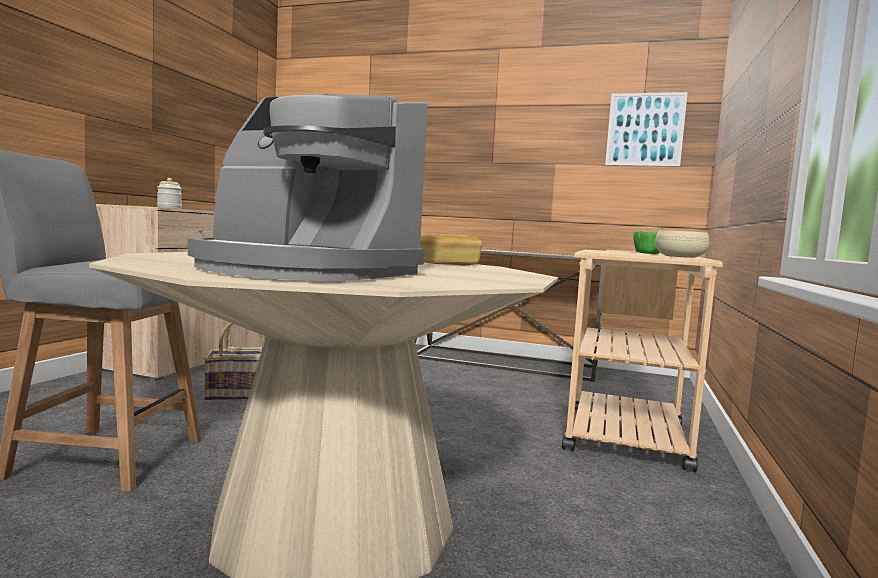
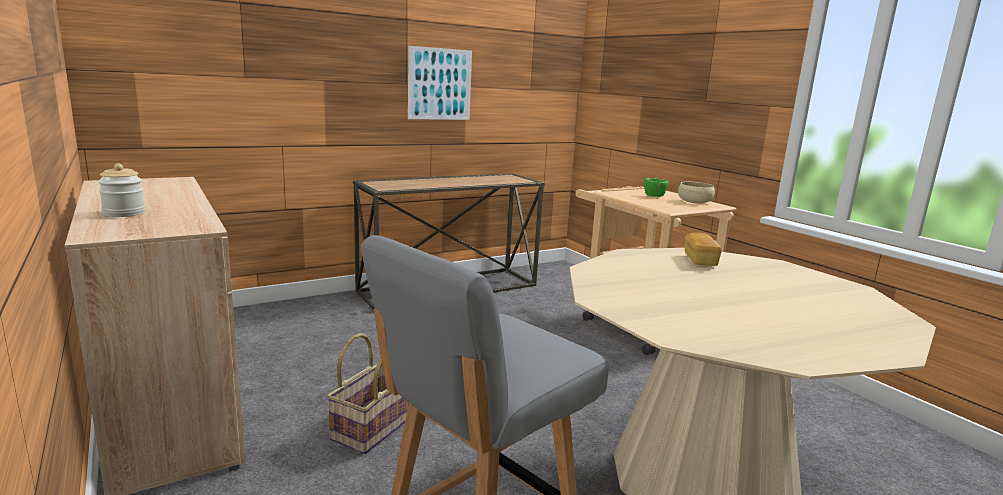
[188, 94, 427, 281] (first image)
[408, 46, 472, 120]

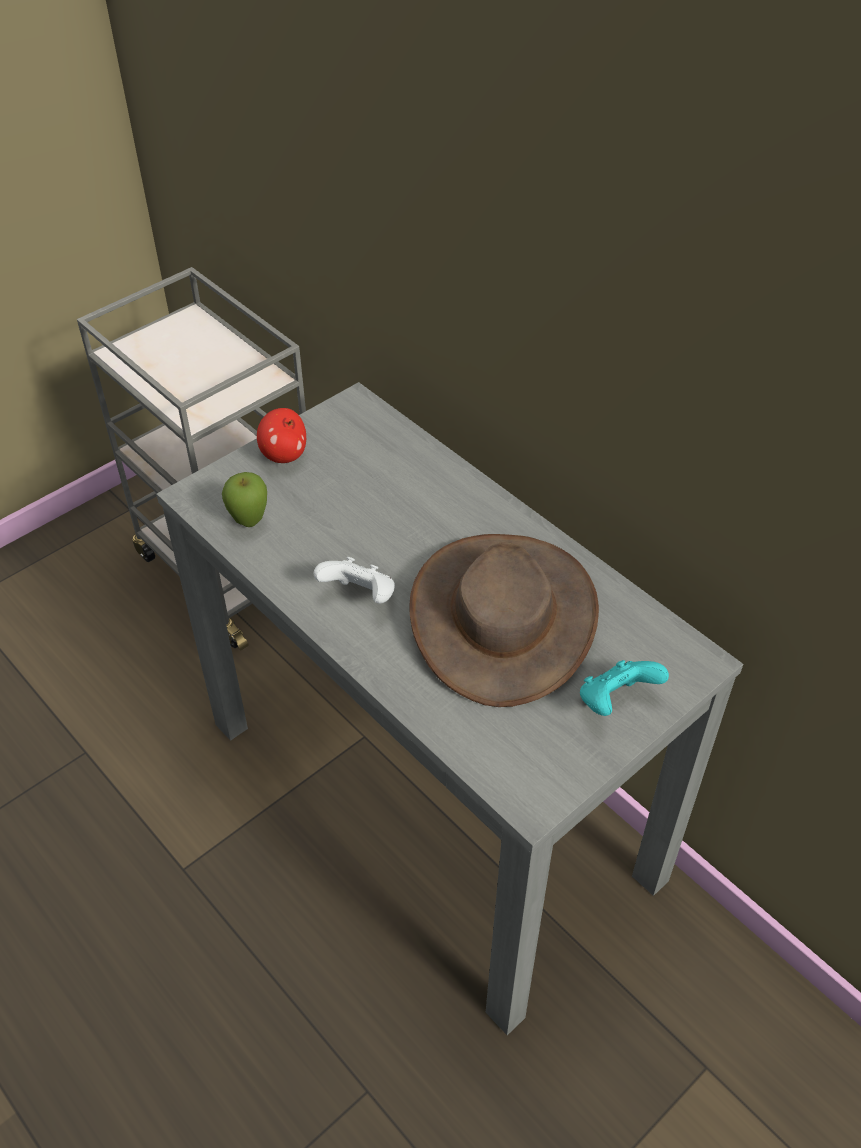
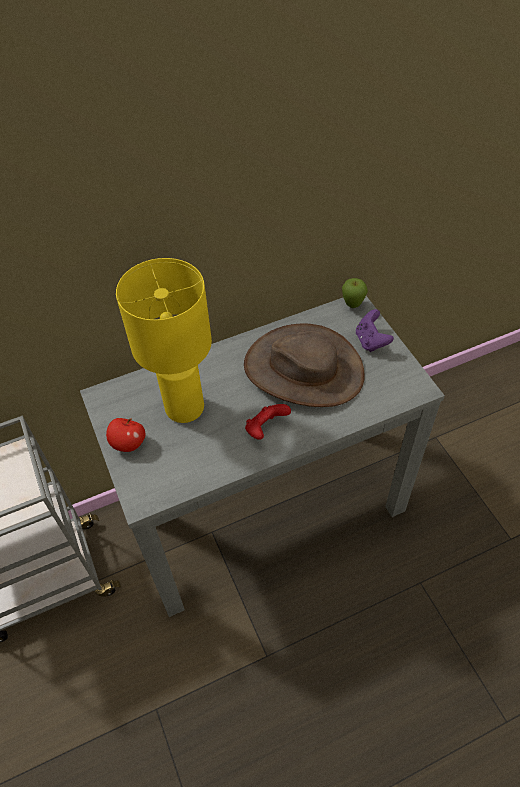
[116, 258, 212, 423]
[342, 278, 368, 308]
[245, 404, 291, 440]
[356, 309, 394, 352]

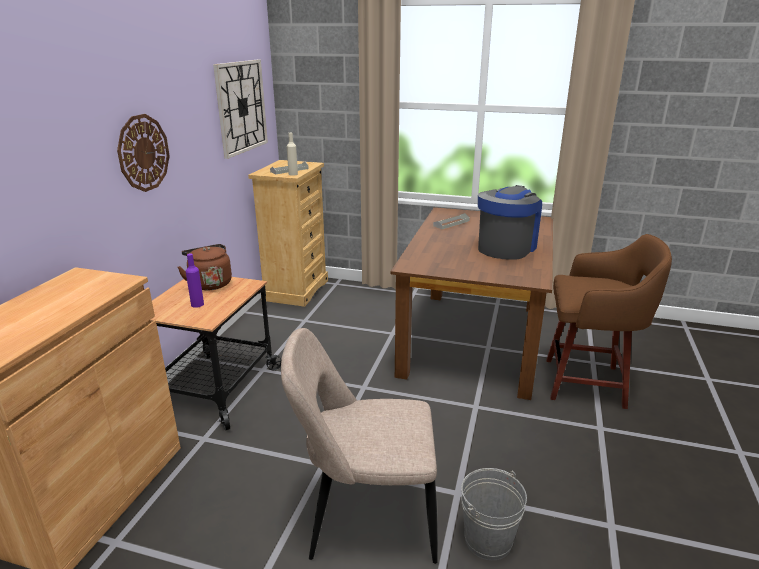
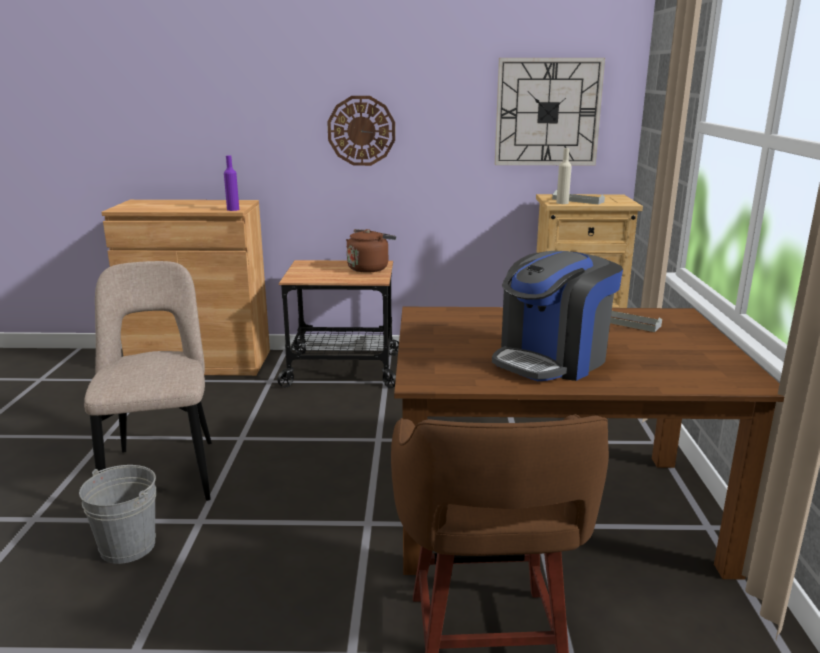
[224, 155, 239, 211]
[492, 251, 623, 381]

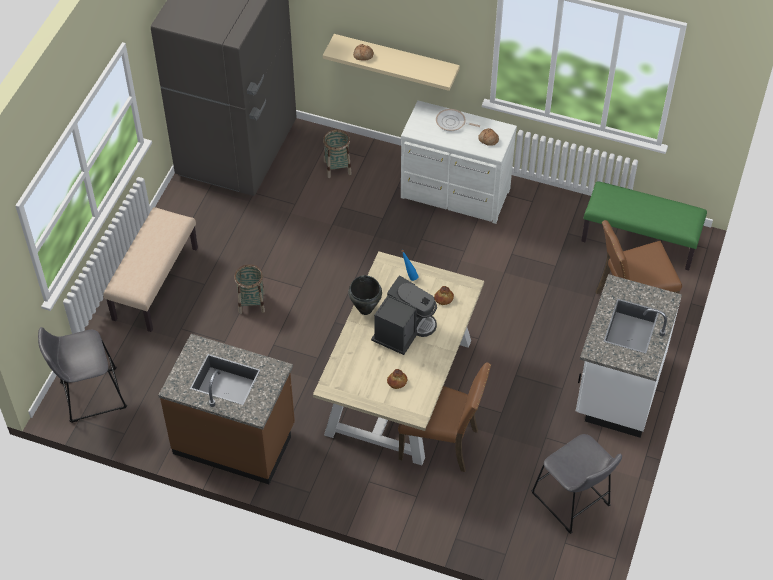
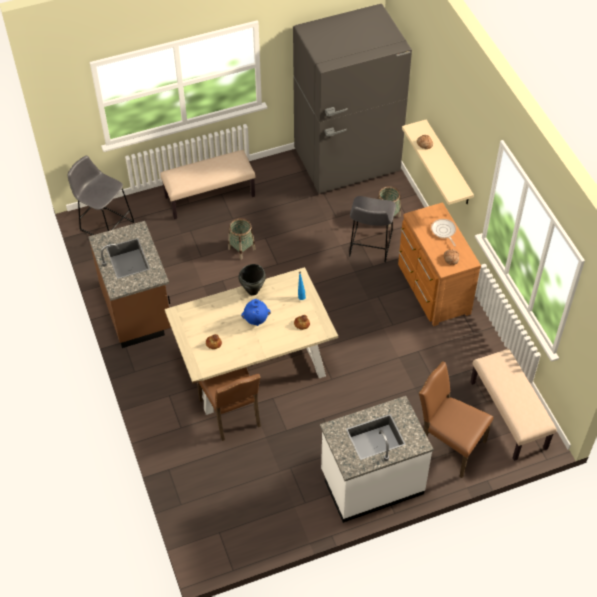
[349, 196, 396, 262]
[241, 299, 271, 326]
[398, 202, 481, 326]
[471, 349, 556, 461]

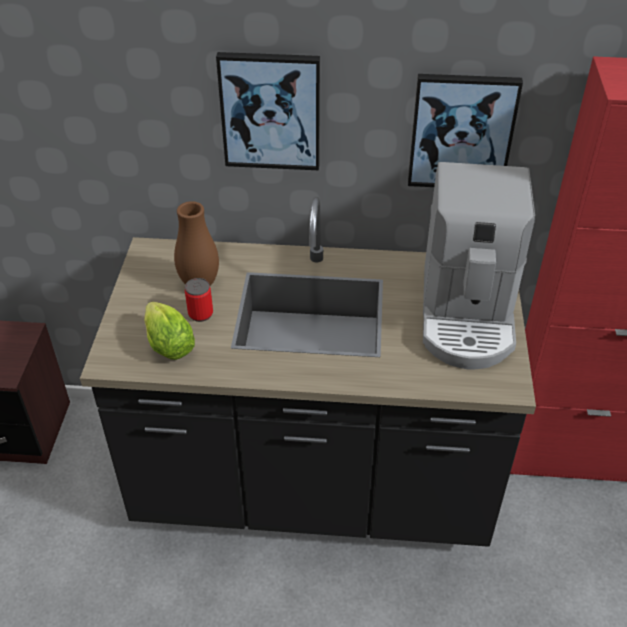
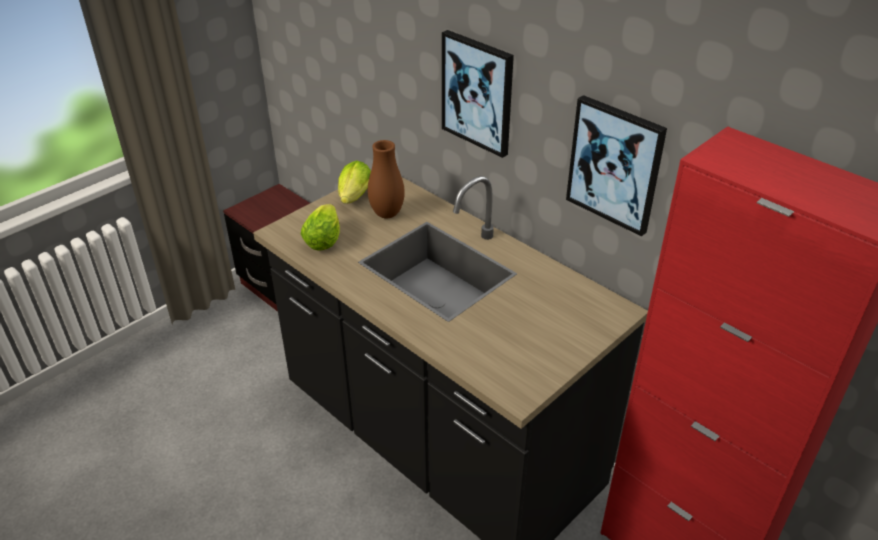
[185, 278, 213, 322] (first image)
[423, 162, 535, 369] (first image)
[338, 161, 371, 204]

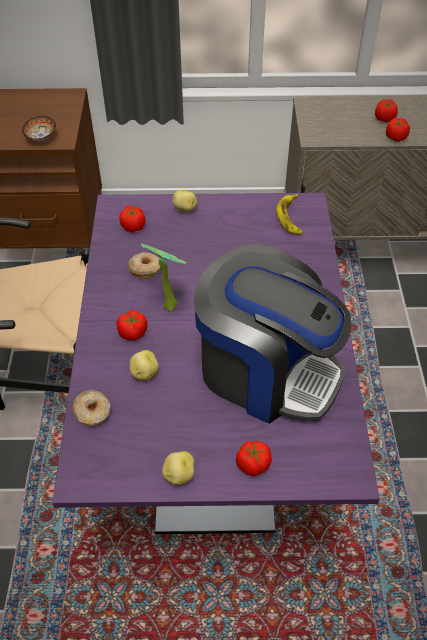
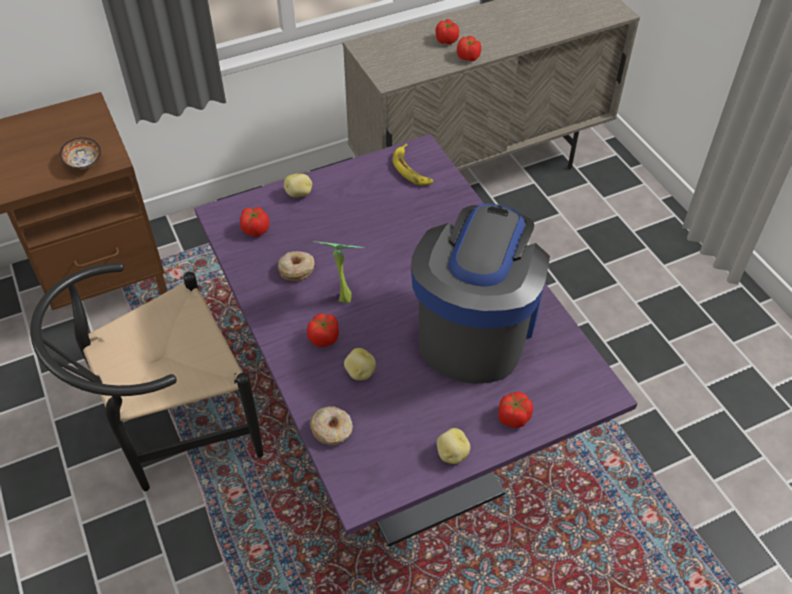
[411, 204, 550, 384]

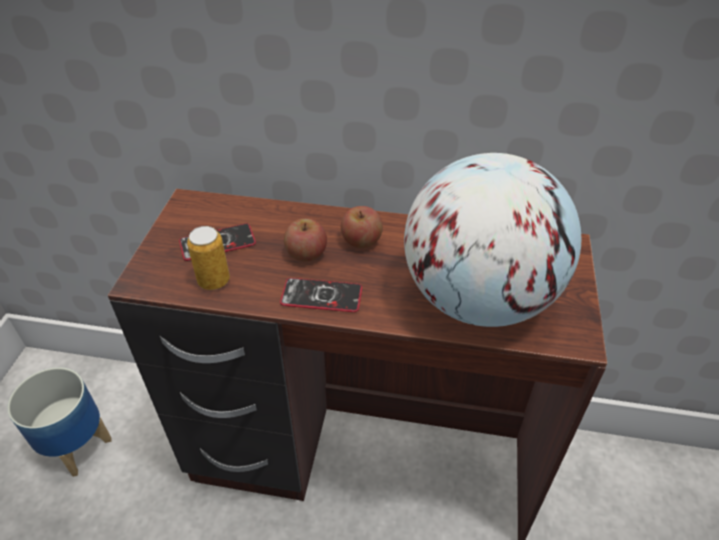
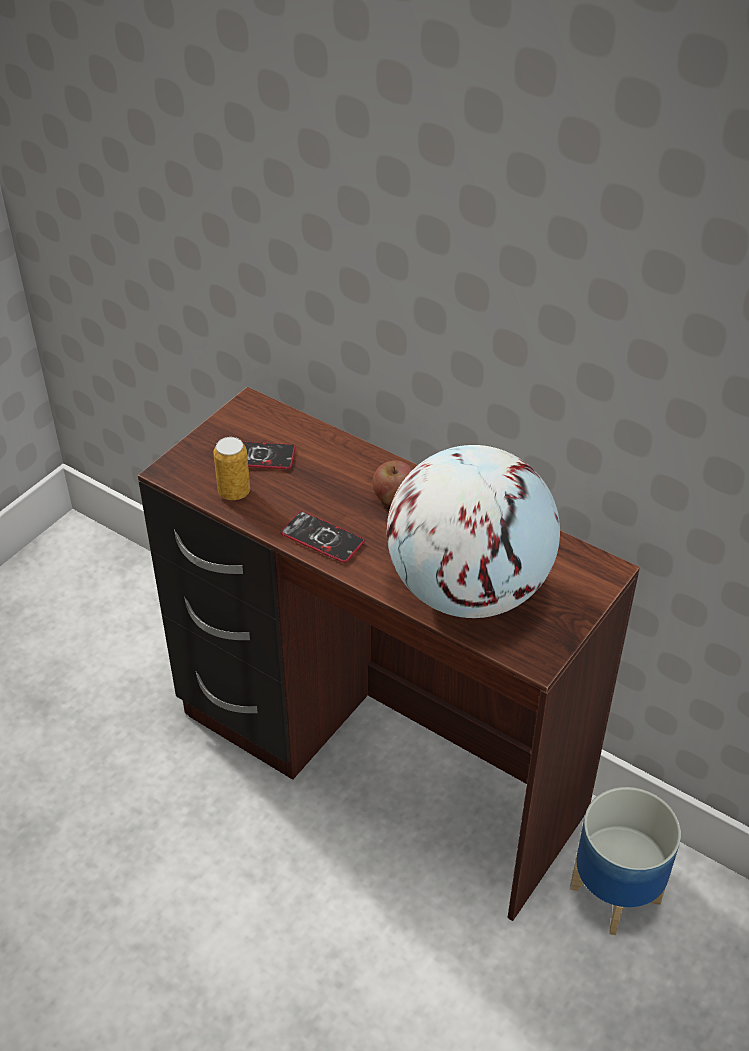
[284, 218, 327, 261] (first image)
[570, 787, 681, 935]

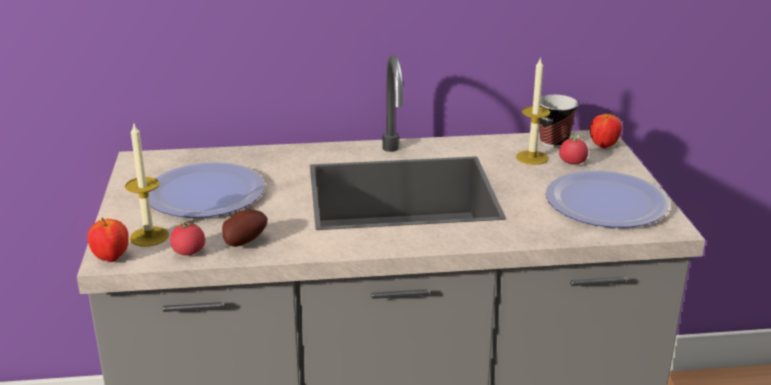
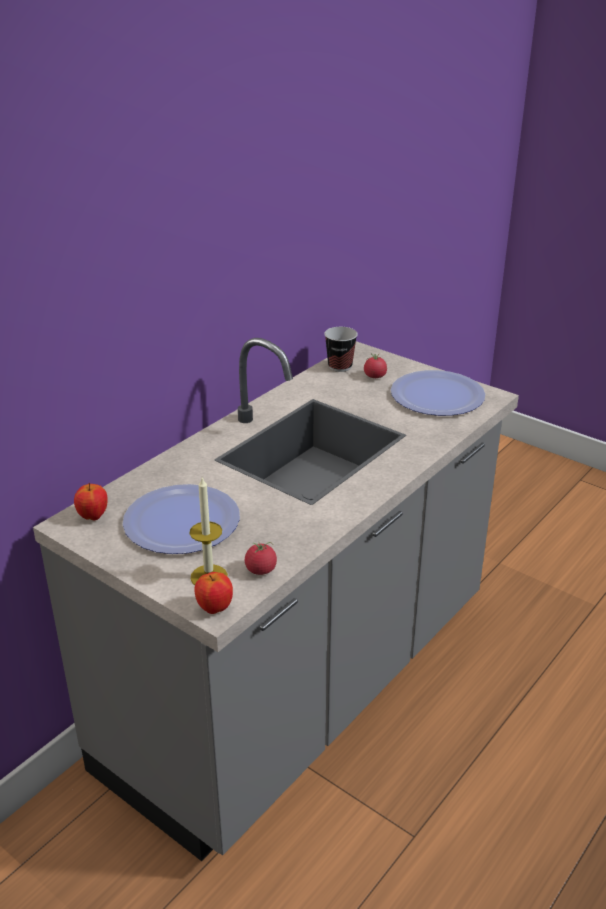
[222, 209, 267, 247] (first image)
[516, 59, 550, 165] (first image)
[74, 483, 108, 520]

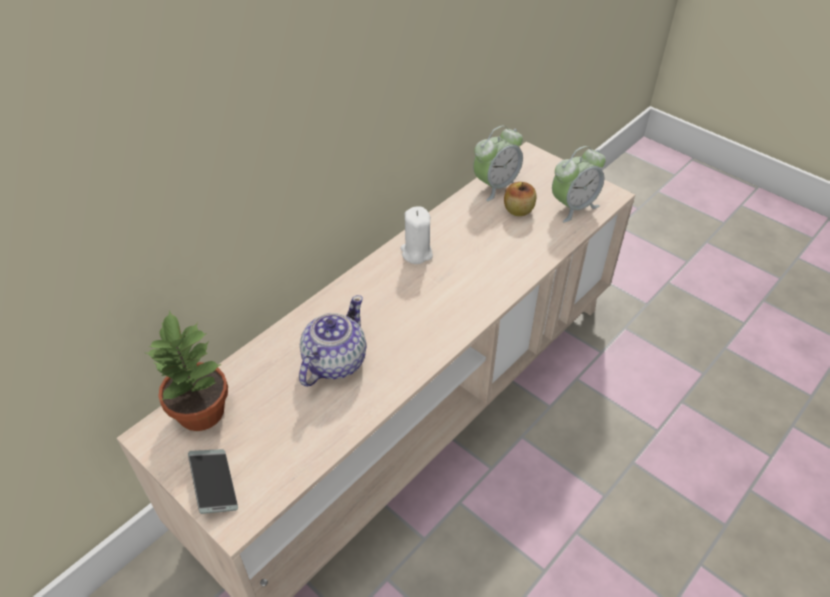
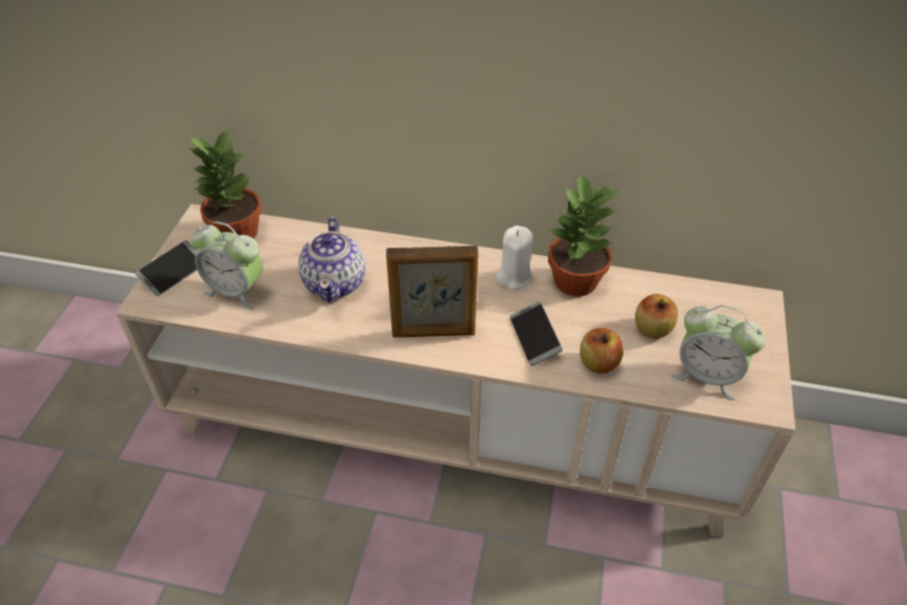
[386, 246, 478, 337]
[510, 301, 563, 366]
[548, 172, 618, 296]
[580, 328, 623, 373]
[191, 221, 263, 310]
[299, 217, 365, 303]

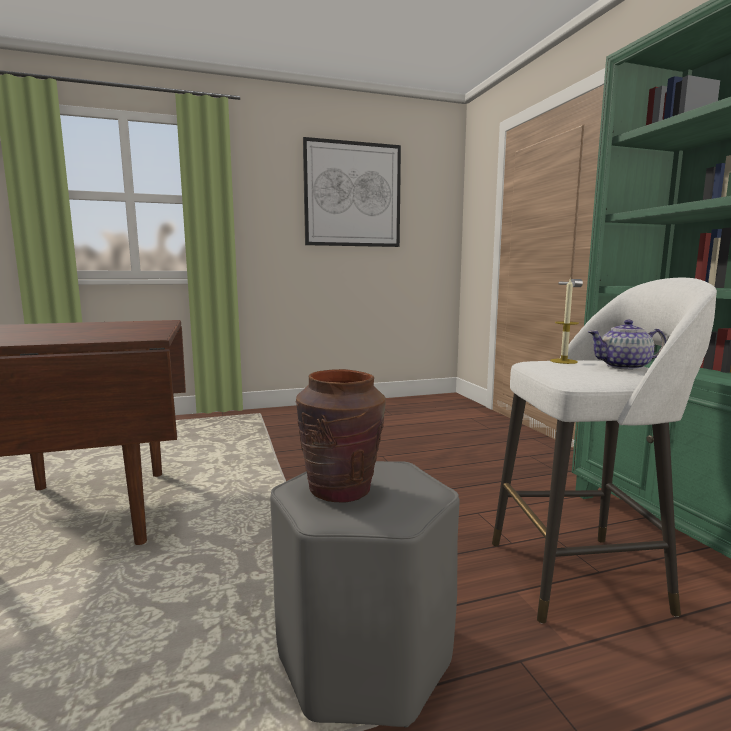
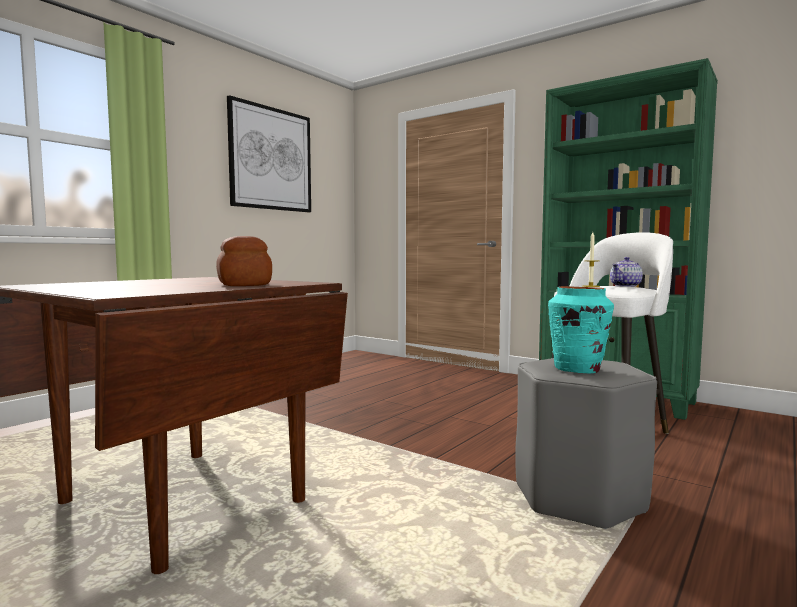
[216, 236, 272, 286]
[548, 286, 614, 373]

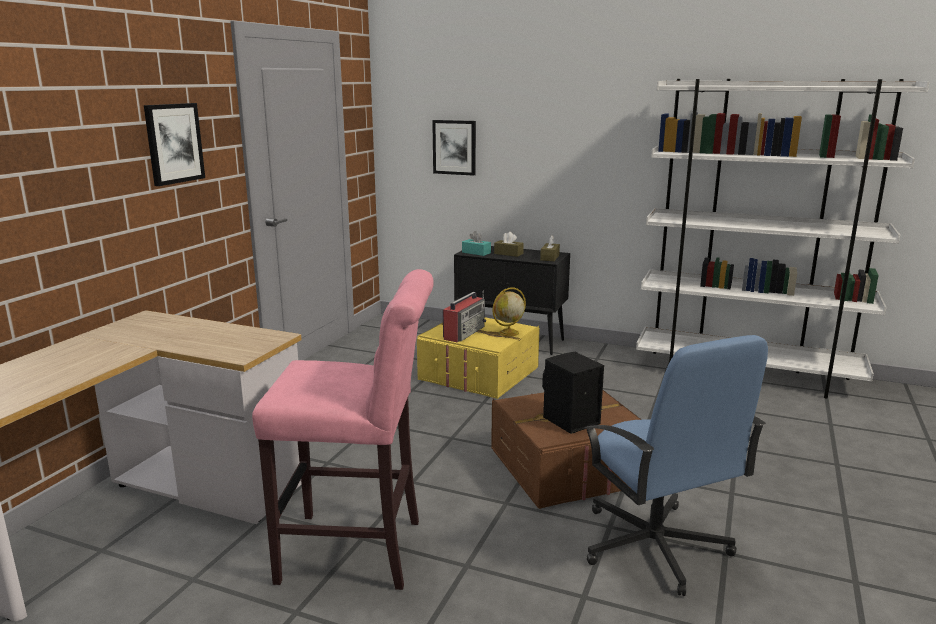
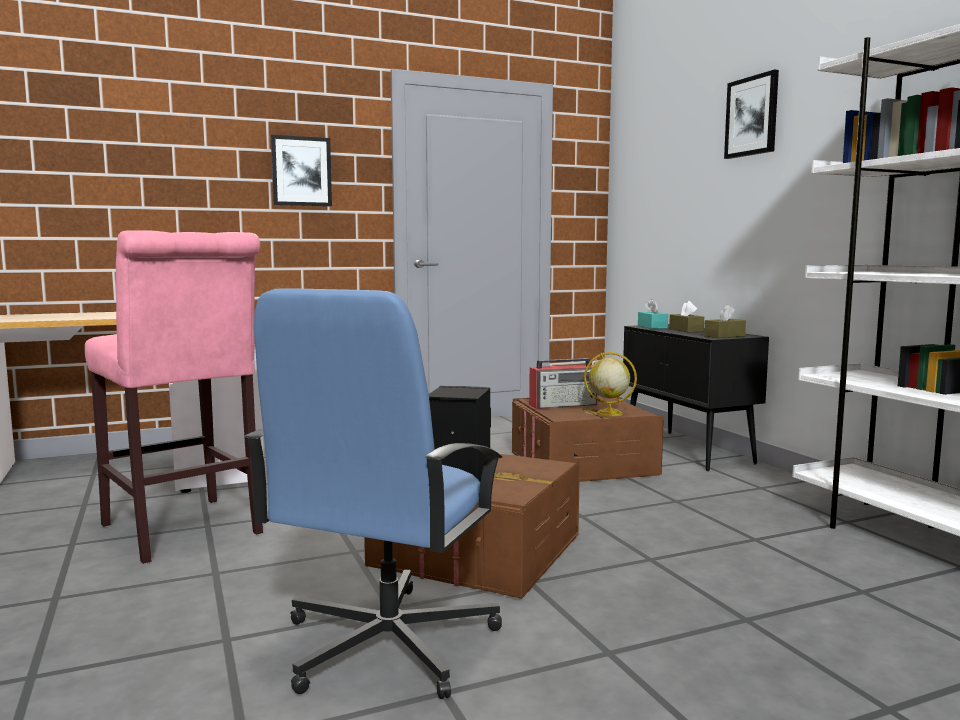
[724, 69, 779, 159]
[512, 395, 664, 482]

